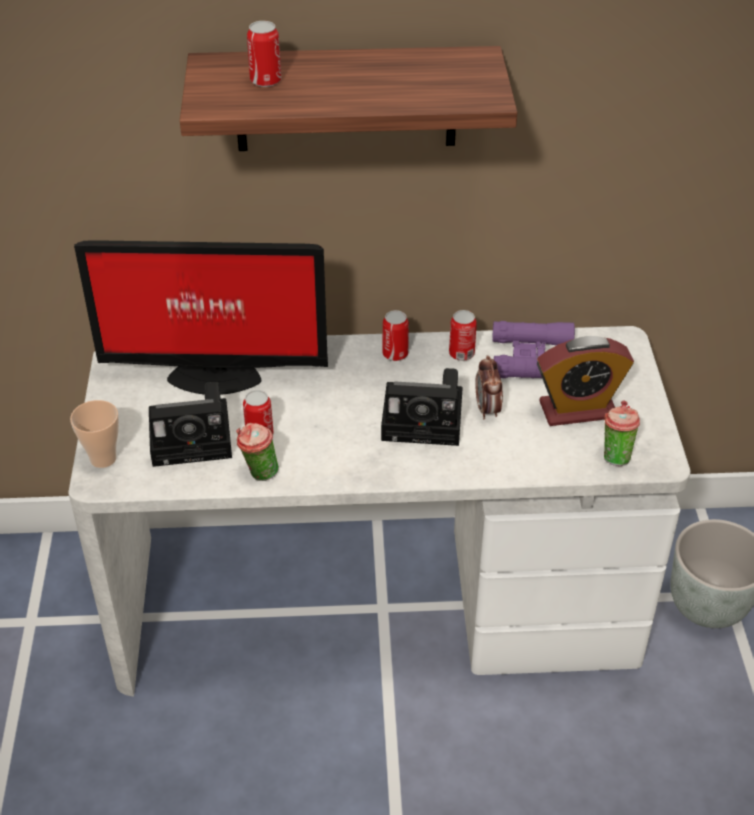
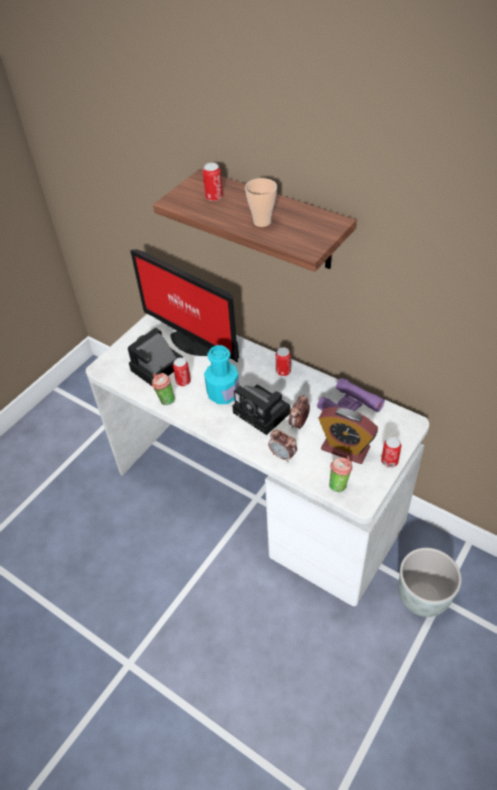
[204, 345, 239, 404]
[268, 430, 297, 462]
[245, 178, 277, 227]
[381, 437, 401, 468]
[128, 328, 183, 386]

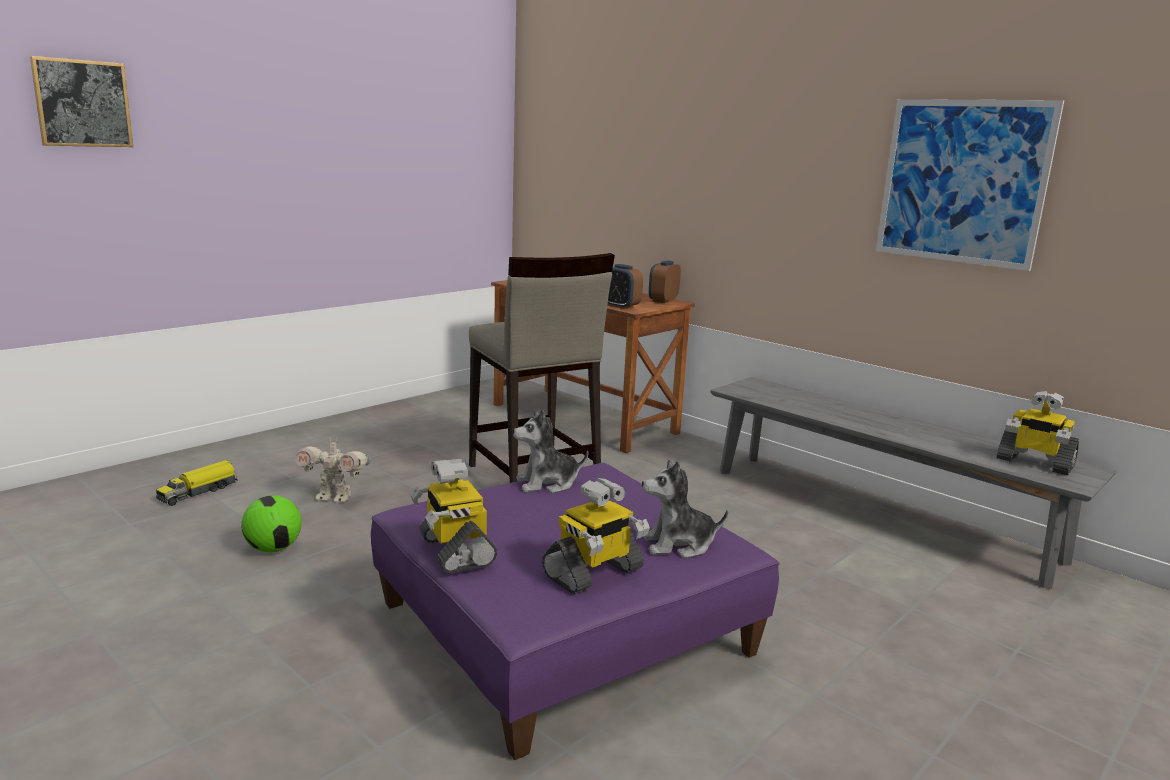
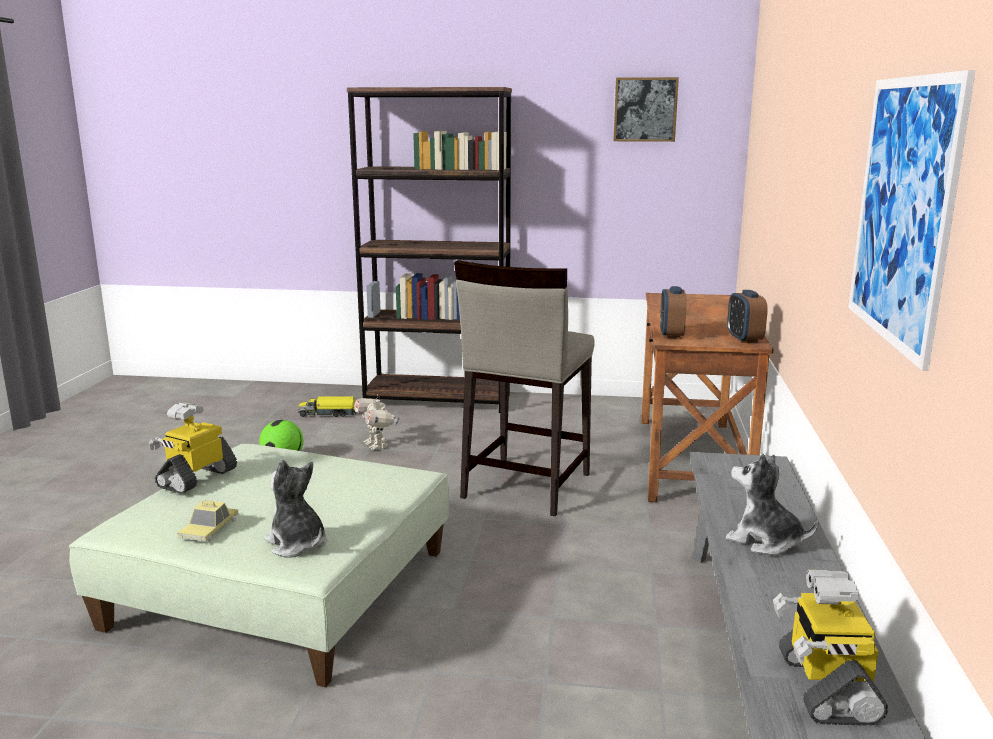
[347, 87, 512, 413]
[614, 77, 679, 142]
[726, 454, 819, 555]
[177, 500, 238, 541]
[69, 444, 449, 687]
[727, 290, 768, 343]

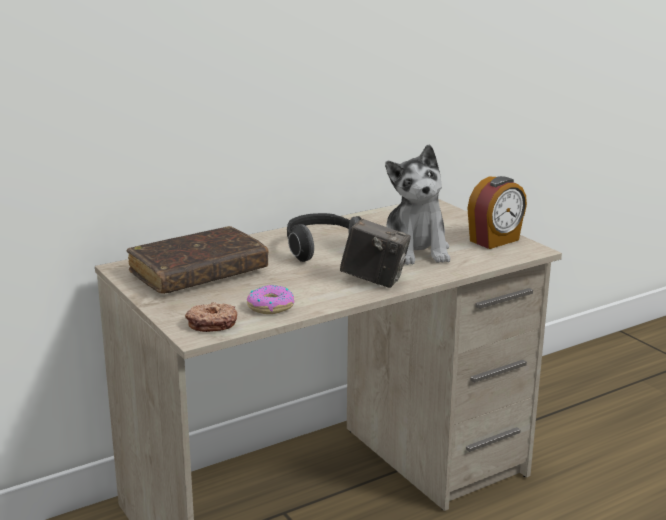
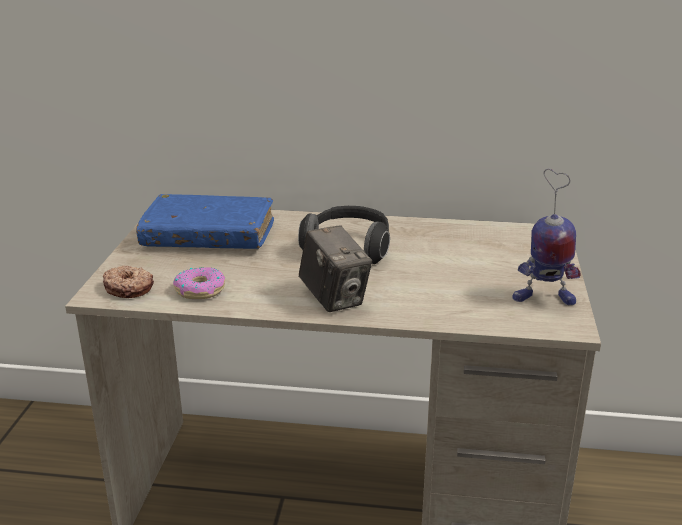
[385, 144, 450, 265] (first image)
[512, 169, 581, 305]
[136, 194, 274, 249]

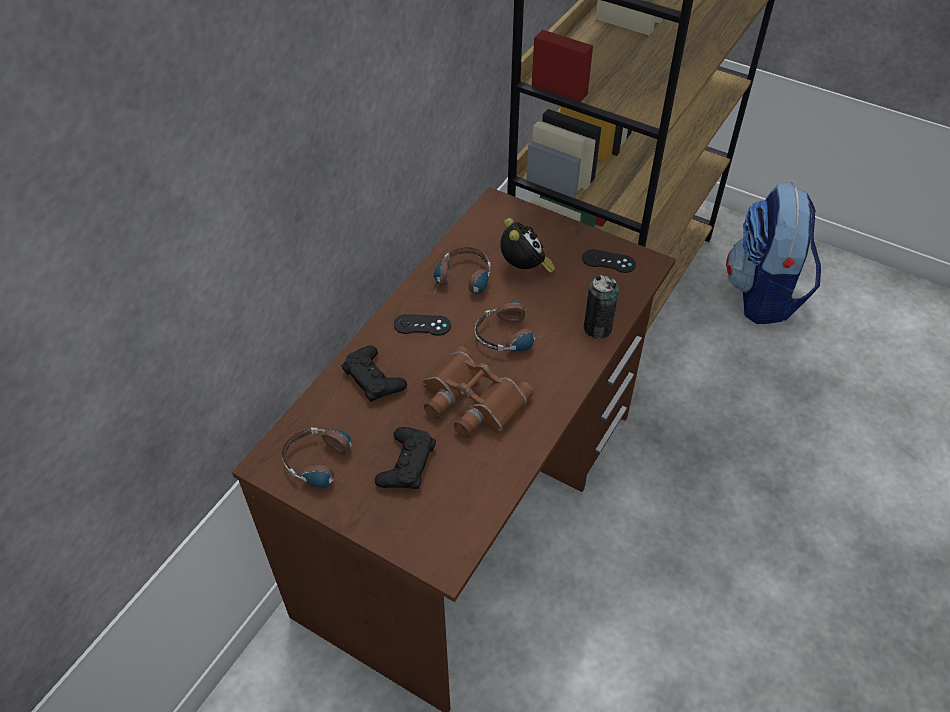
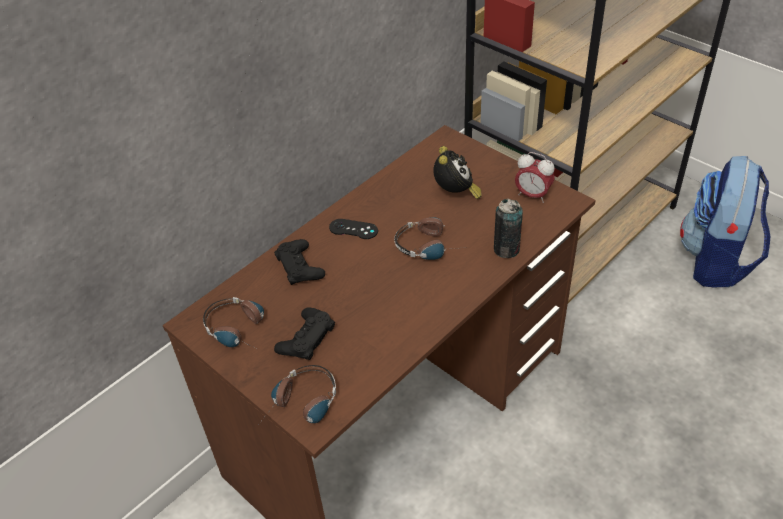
[423, 346, 534, 438] (first image)
[259, 365, 336, 424]
[515, 152, 555, 203]

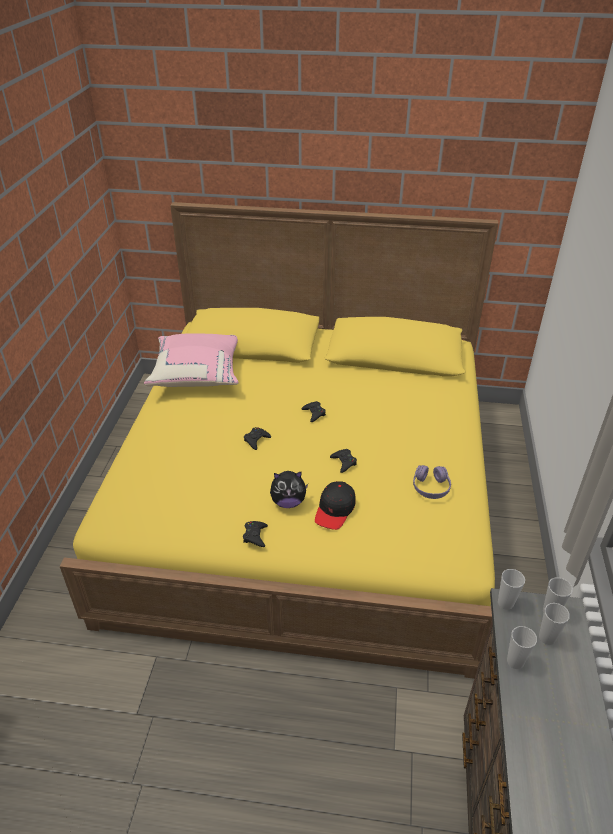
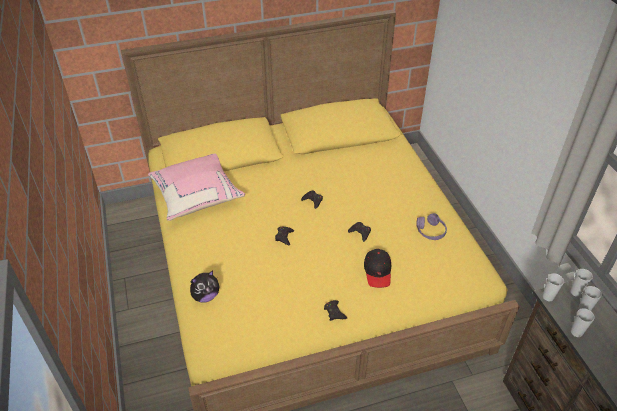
[190, 271, 219, 303]

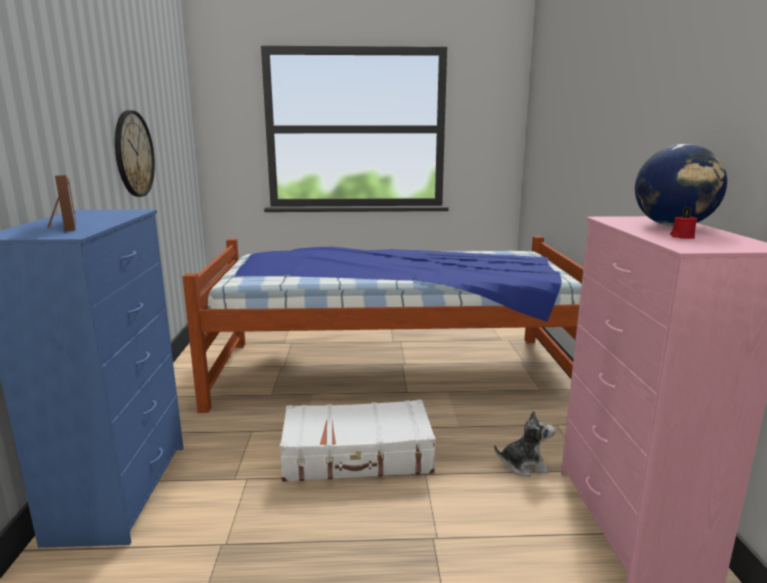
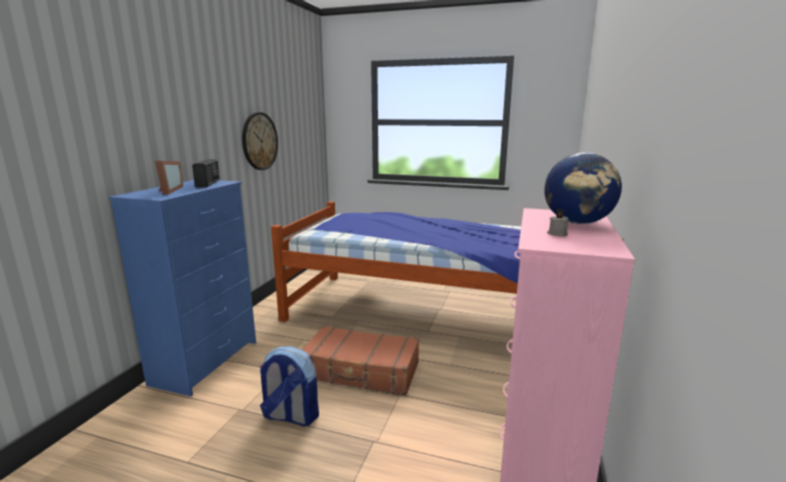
[494, 410, 555, 477] (first image)
[192, 159, 220, 188]
[260, 346, 319, 427]
[302, 326, 419, 395]
[547, 209, 569, 237]

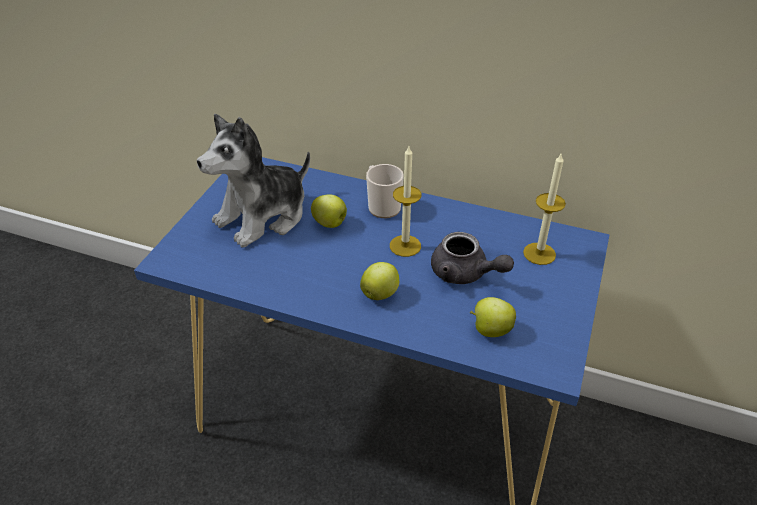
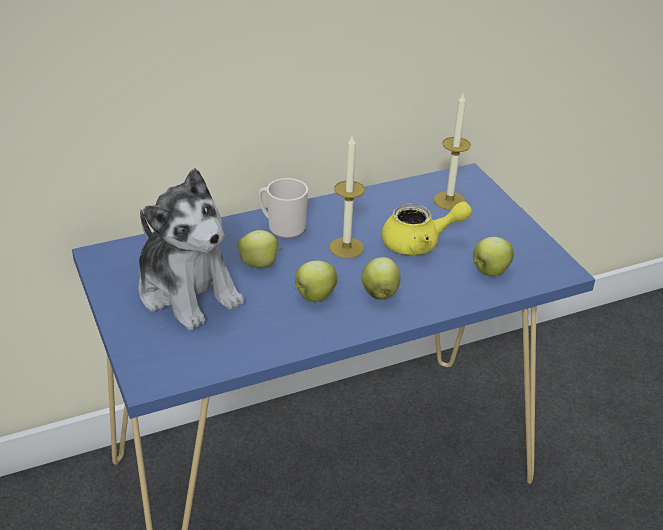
[295, 261, 337, 302]
[382, 202, 472, 255]
[138, 168, 244, 330]

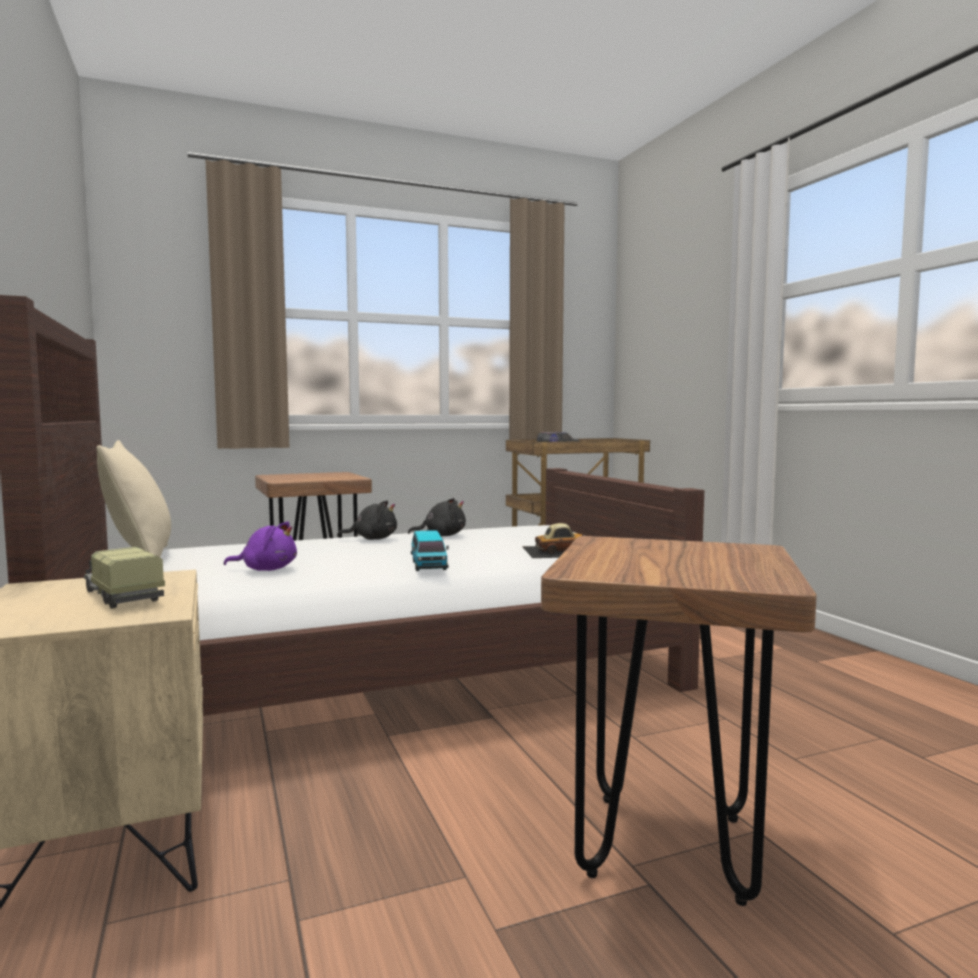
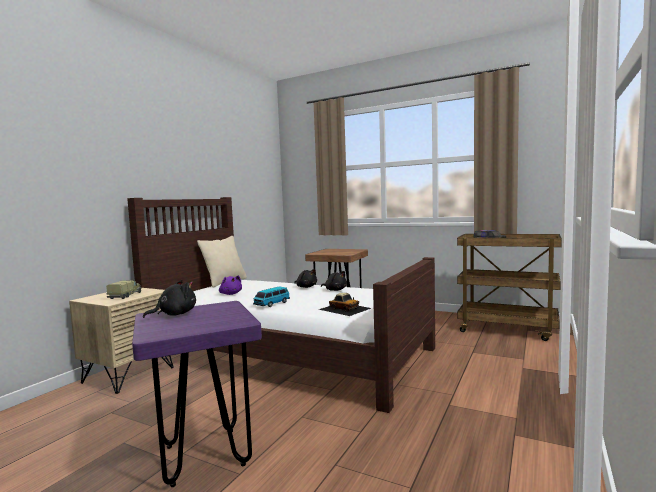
[143, 280, 196, 318]
[132, 301, 262, 487]

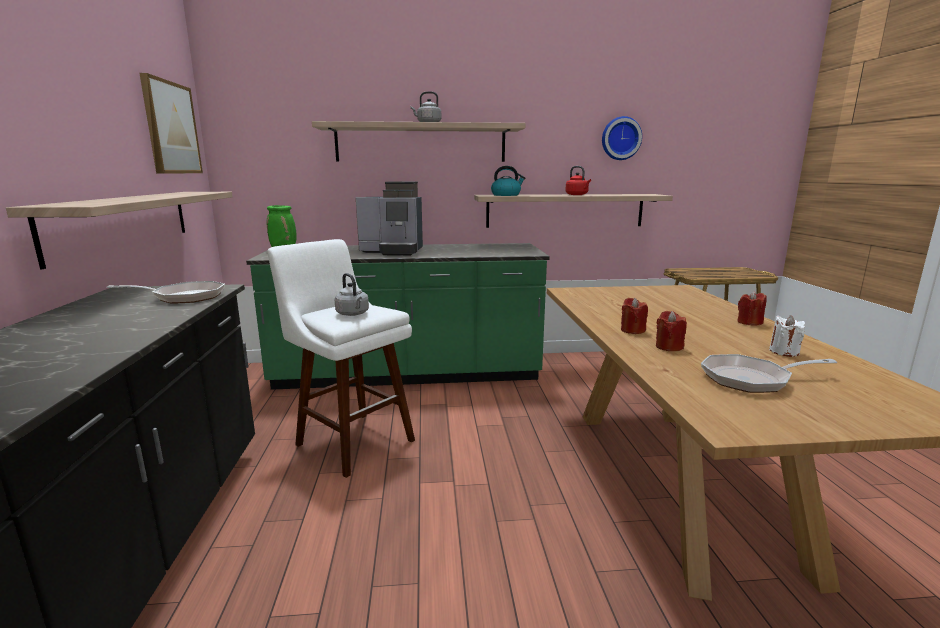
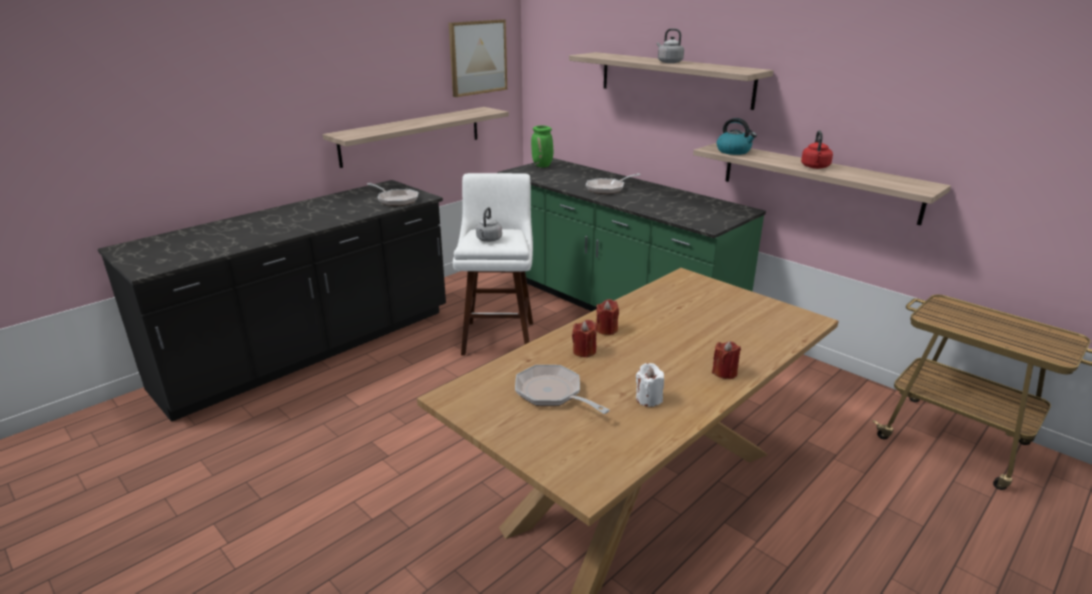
[602, 116, 642, 160] (first image)
[586, 173, 641, 194]

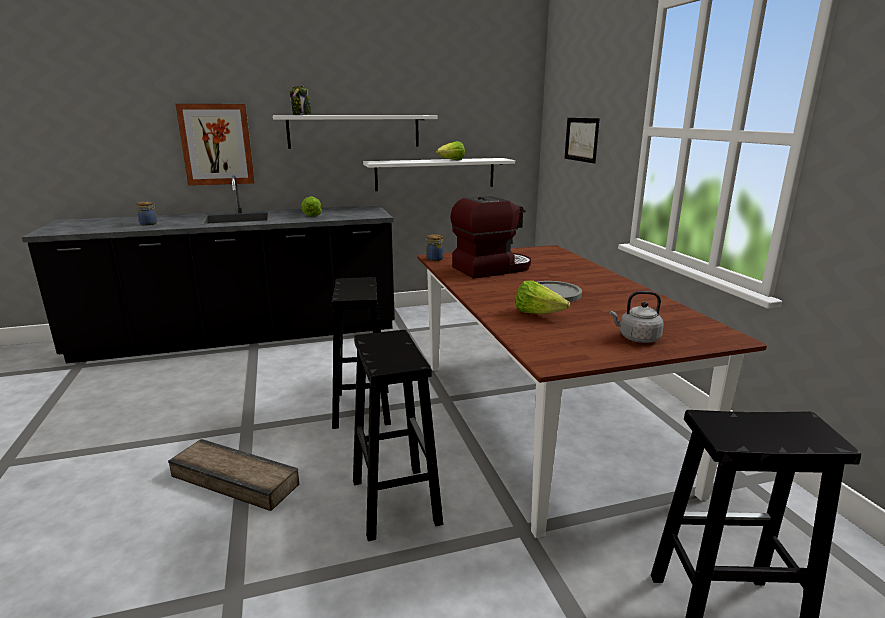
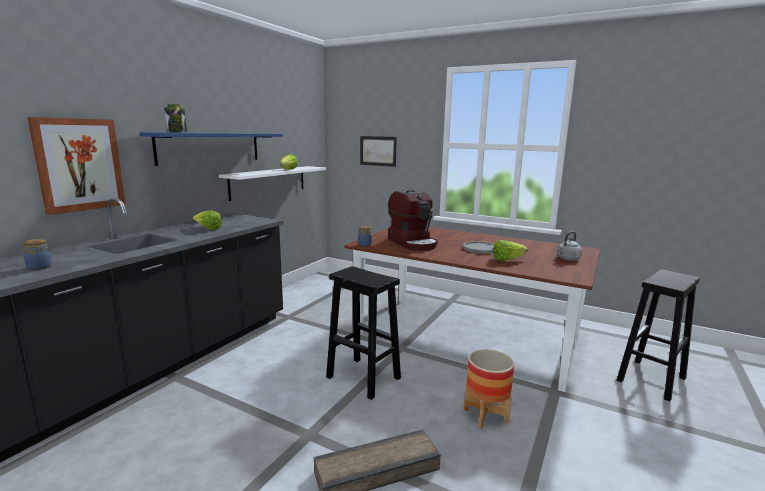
[464, 349, 514, 429]
[139, 132, 283, 166]
[388, 190, 438, 251]

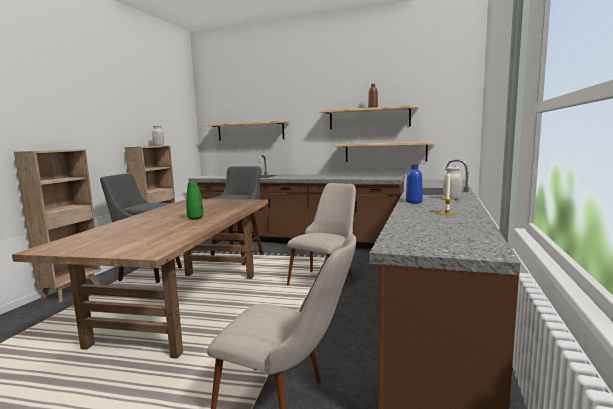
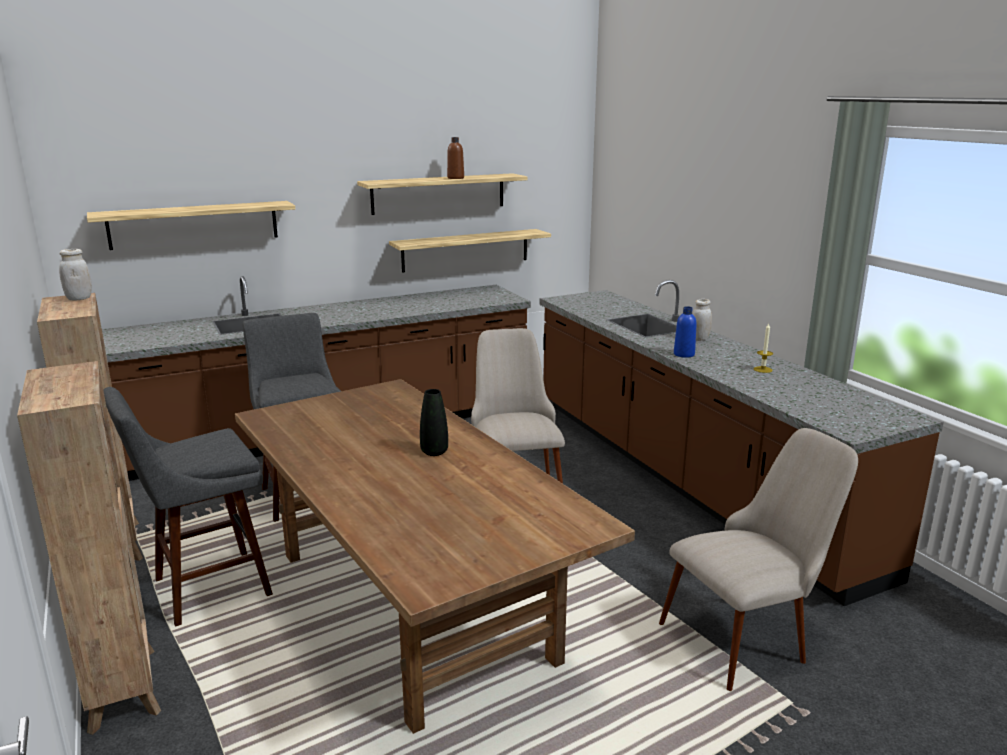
[420, 389, 448, 456]

